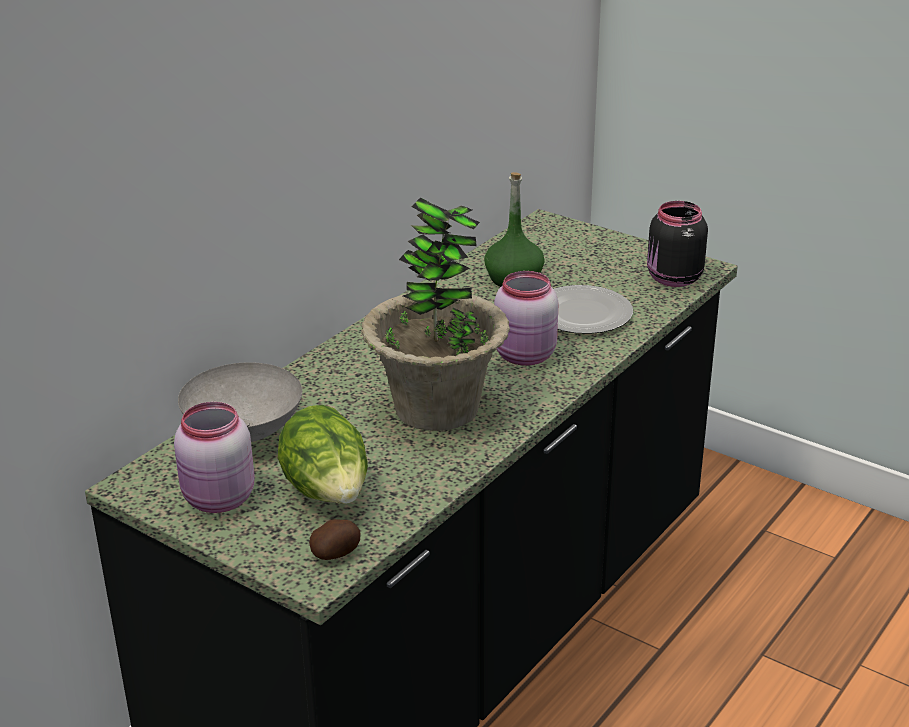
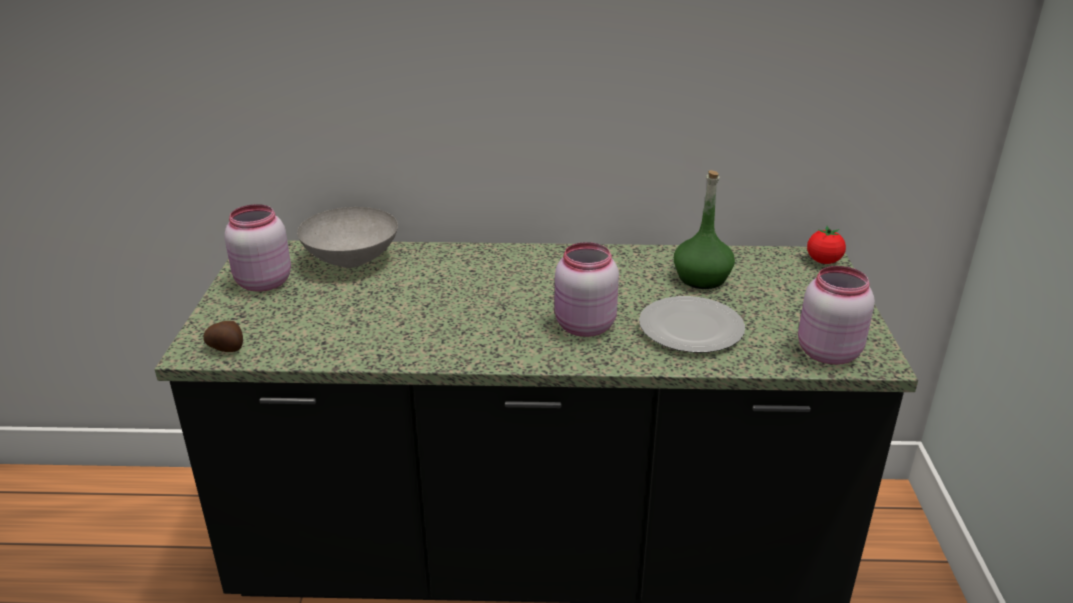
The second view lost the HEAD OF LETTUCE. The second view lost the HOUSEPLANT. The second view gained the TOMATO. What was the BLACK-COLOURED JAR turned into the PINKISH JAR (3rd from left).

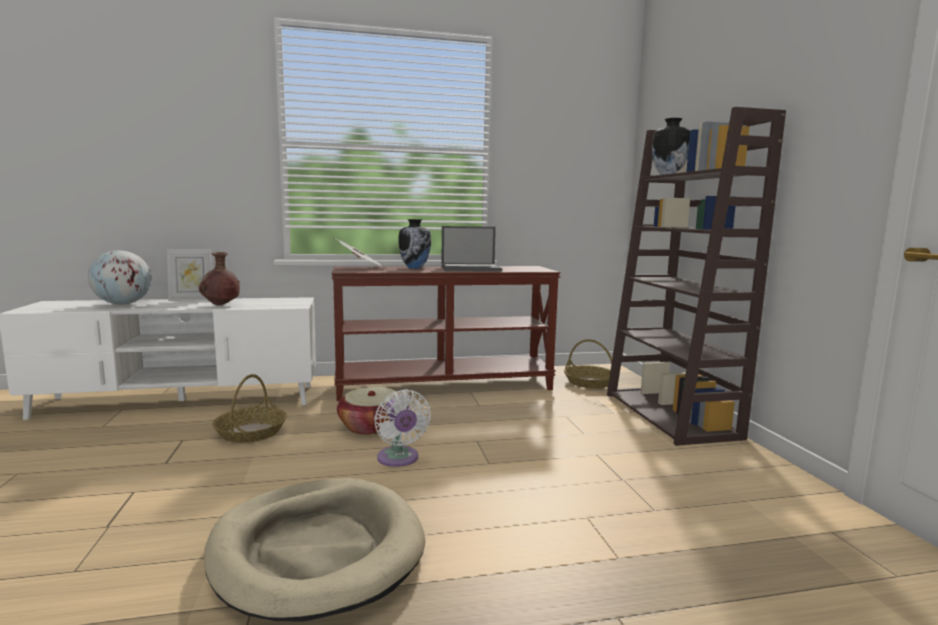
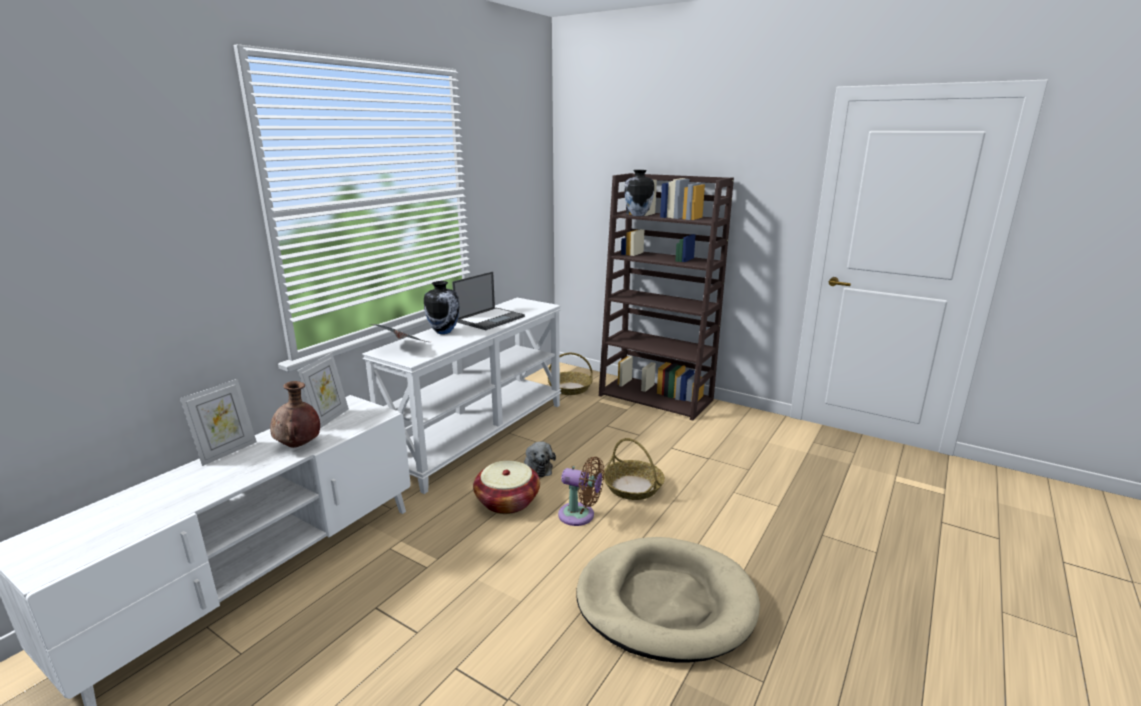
The second view lost the WORLD GLOBE. The second view gained the PHOTO FRAME (2nd from left). The second view gained the PLUSH TOY. The STORAGE BASKET (1st from left in the first image) ended up elsewhere. What was the BROWN HALL TABLE turned into the WHITE HALL TABLE. What was the WHITE COOLING FAN turned into the BROWN COOLING FAN.

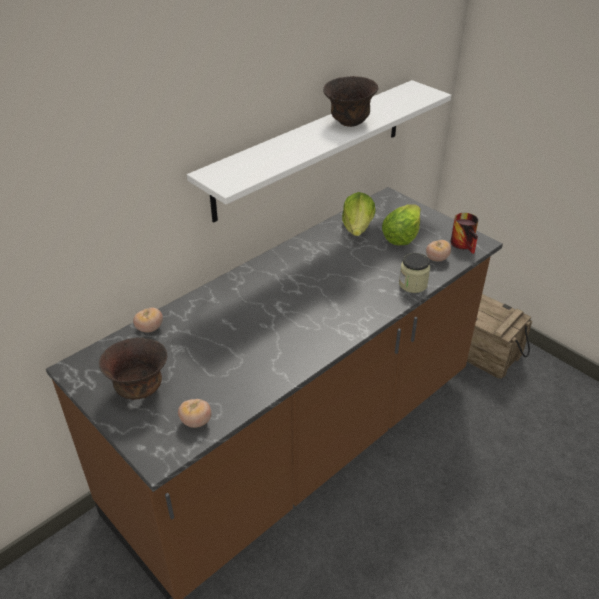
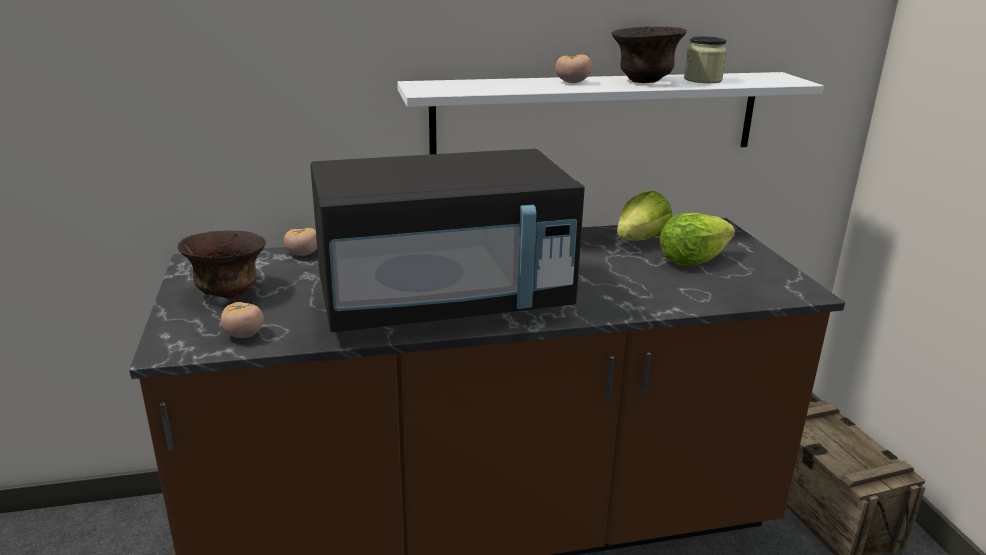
The second view lost the COFFEE MUG. The second view gained the BLACK-COLOURED MICROWAVE OVEN. The JAR ended up elsewhere. The TOMATO (3rd from left) ended up elsewhere.

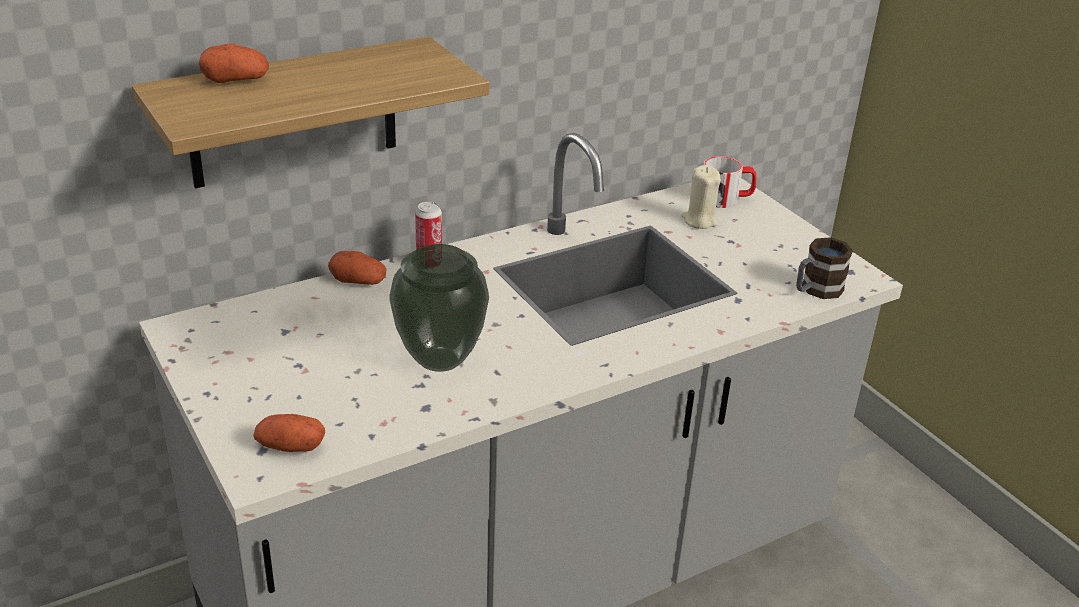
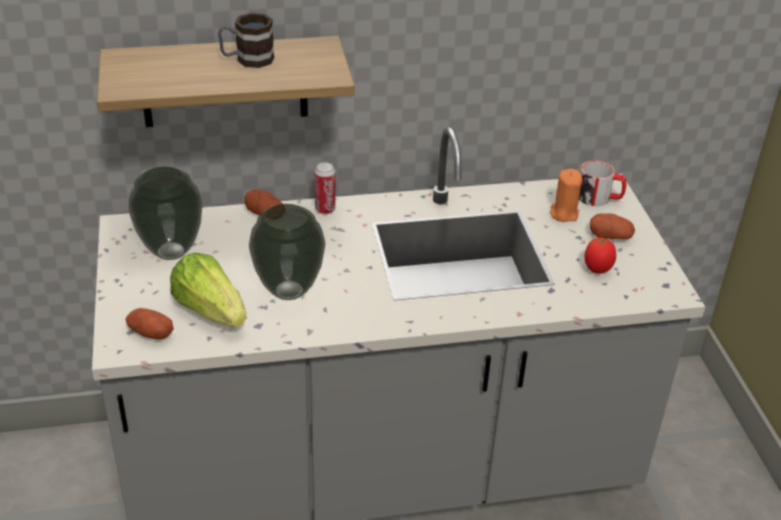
The second view gained the DECORATIVE VASE (1st from left). The second view gained the HEAD OF LETTUCE. The second view gained the TOMATO. The WHOLE POTATO (1st from left in the first image) ended up elsewhere. The COFFEE MUG (2nd from left in the first image) ended up elsewhere. What was the SAND-COLOURED CANDLE turned into the ORANGEY CANDLE.

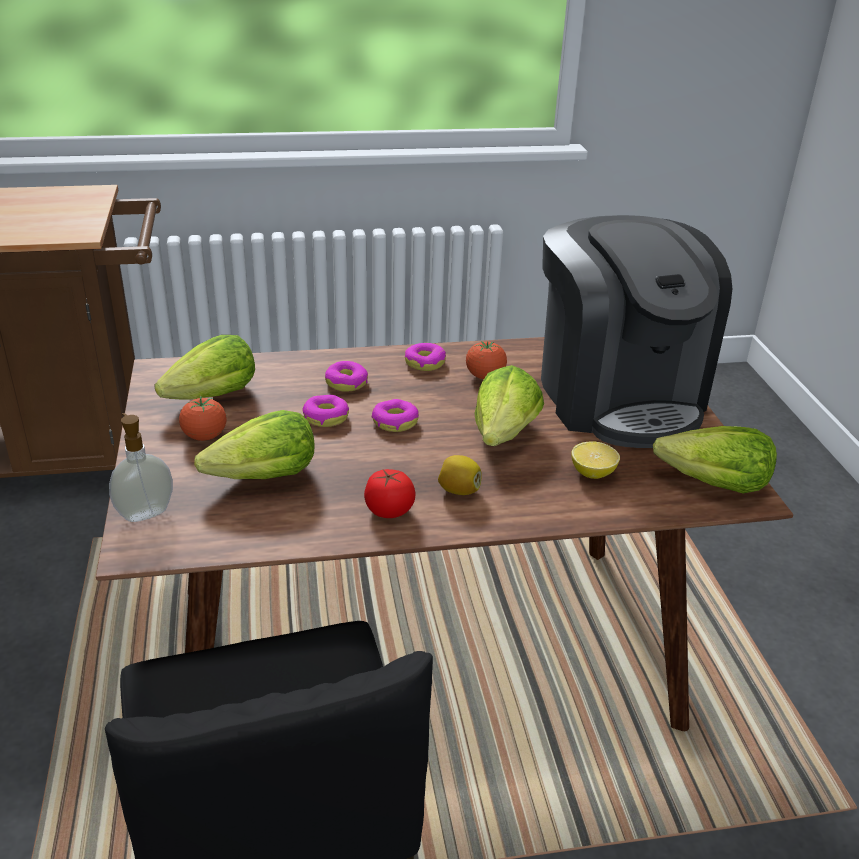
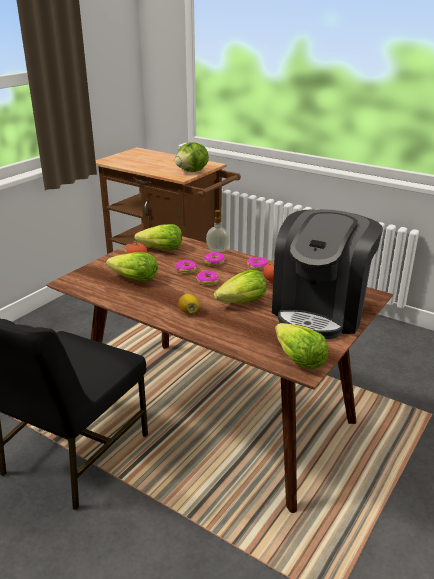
The second view lost the TOMATO (2nd from left). The second view lost the LEMON (2nd from left). The second view gained the HEAD OF LETTUCE (3rd from left). The LIQUID SOAP BOTTLE ended up elsewhere.

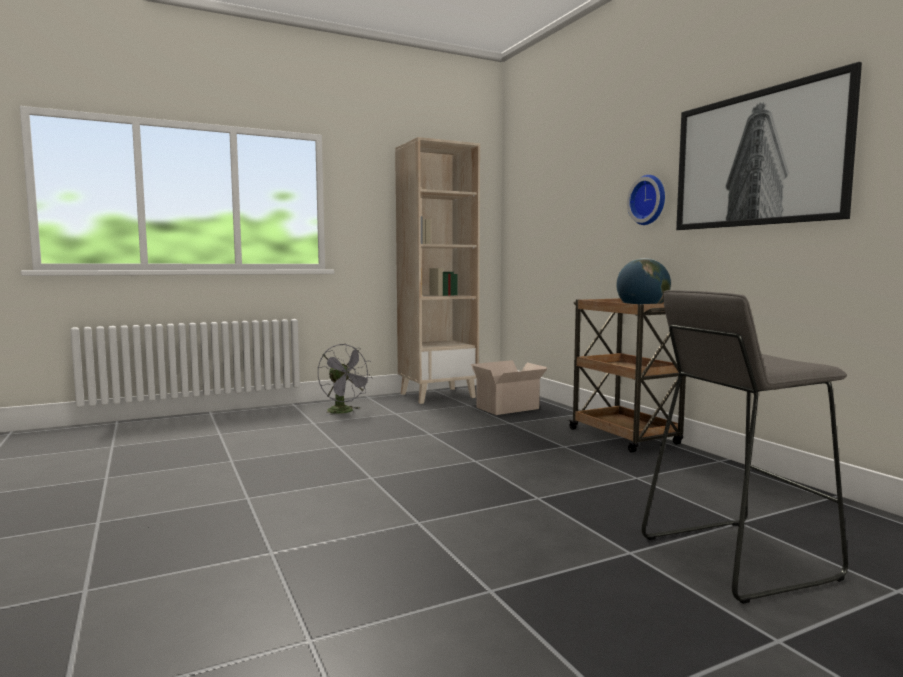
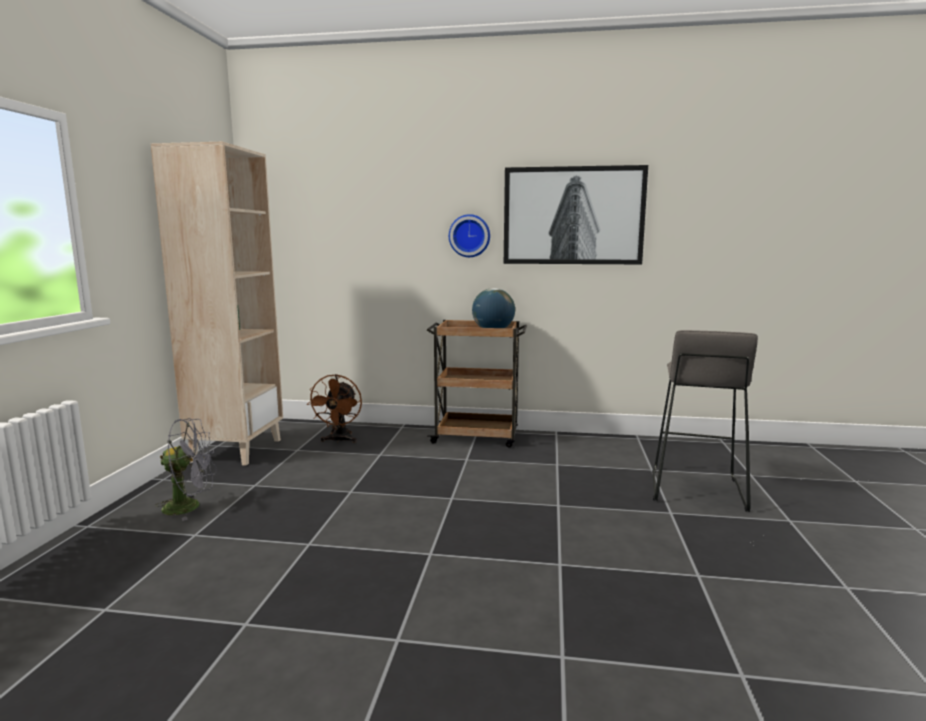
Where the PACKING BOX stood, the BROWN COOLING FAN came to stand.

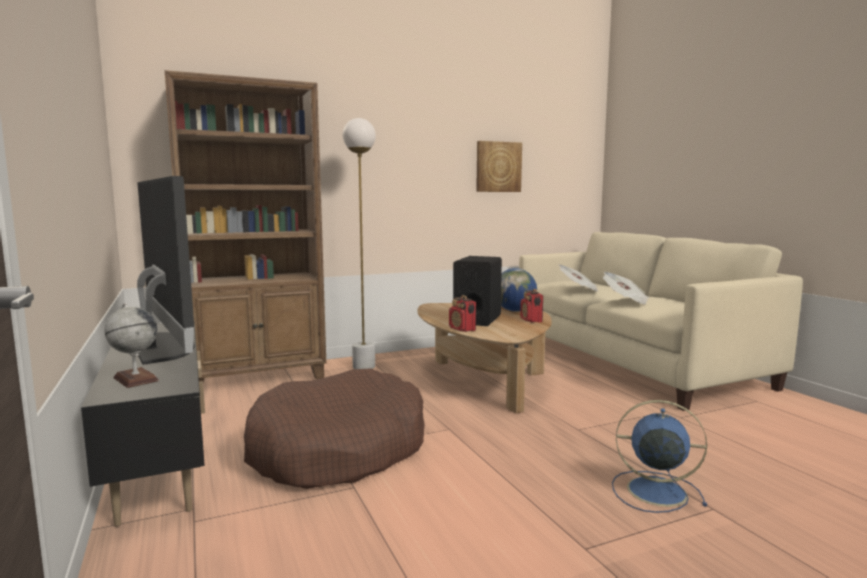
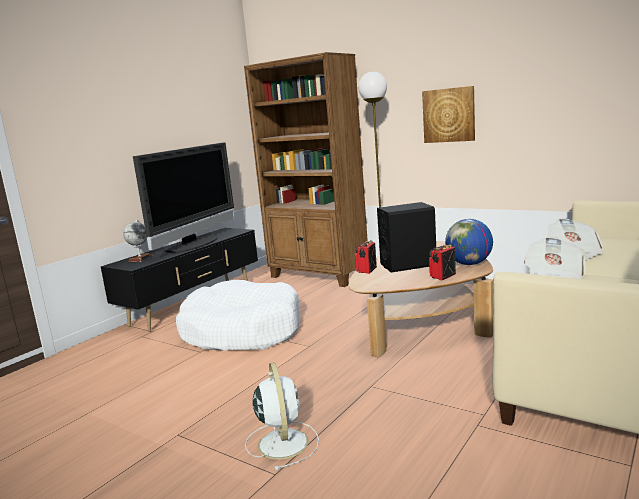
The WALL PICTURE ended up elsewhere. What was the BROWN DOG BED turned into the WHITE DOG BED. What was the BLUE-COLOURED COOLING FAN turned into the WHITE COOLING FAN.

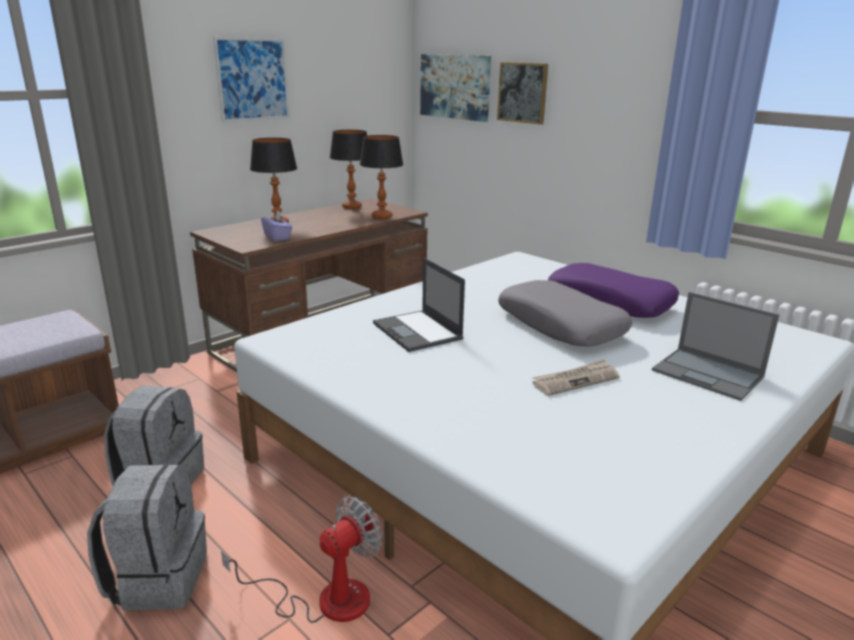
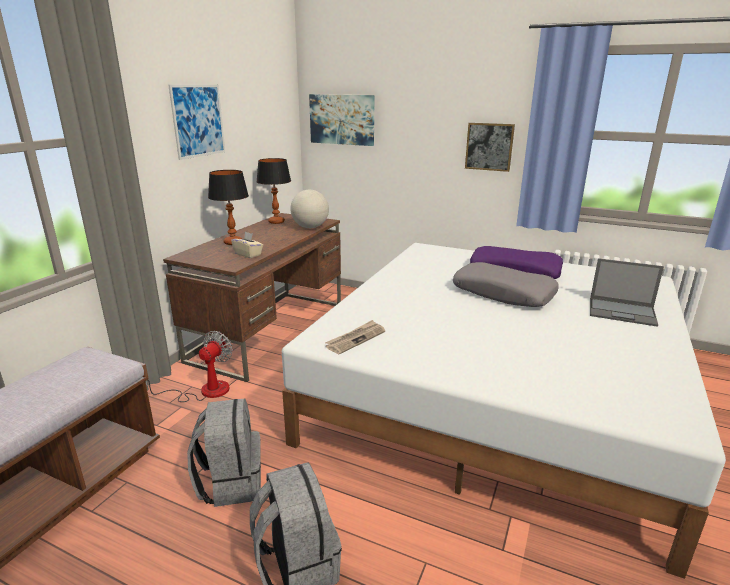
The second view lost the PORTABLE COMPUTER (1st from left). The COOLING FAN ended up elsewhere. The WALL PICTURE (3rd from left) ended up elsewhere. The PRINTED PAPER ended up elsewhere. Where the LAMP FOR A TABLE (3rd from left) stood, the WORLD GLOBE came to stand. What was the PURPLE-COLOURED TISSUE BOX turned into the SAND-COLOURED TISSUE BOX.

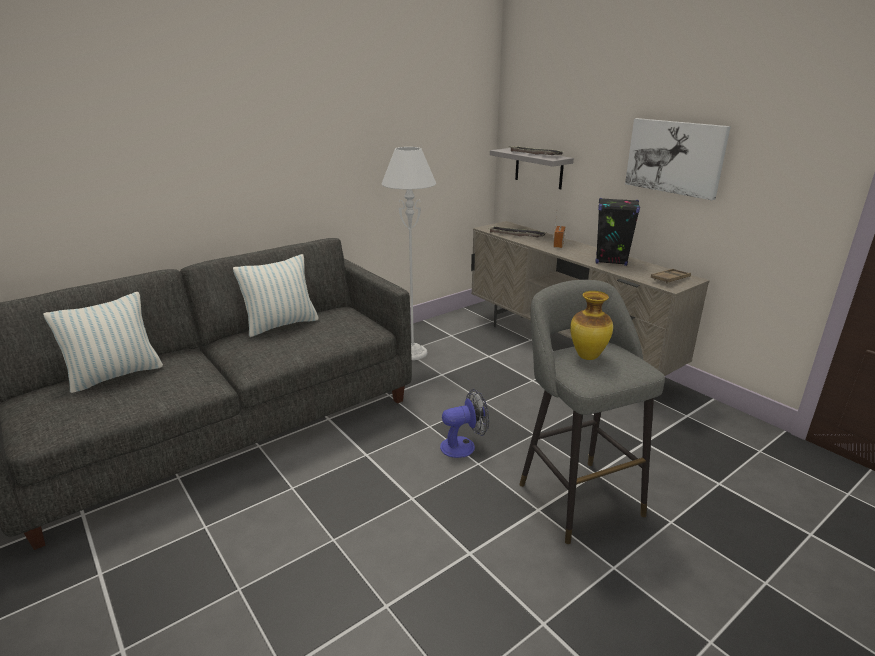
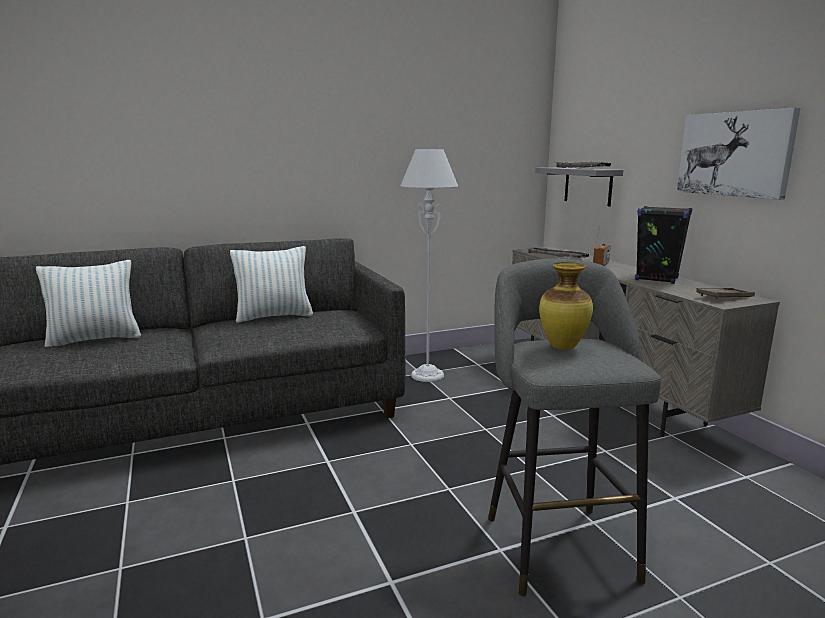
The second view lost the COOLING FAN.

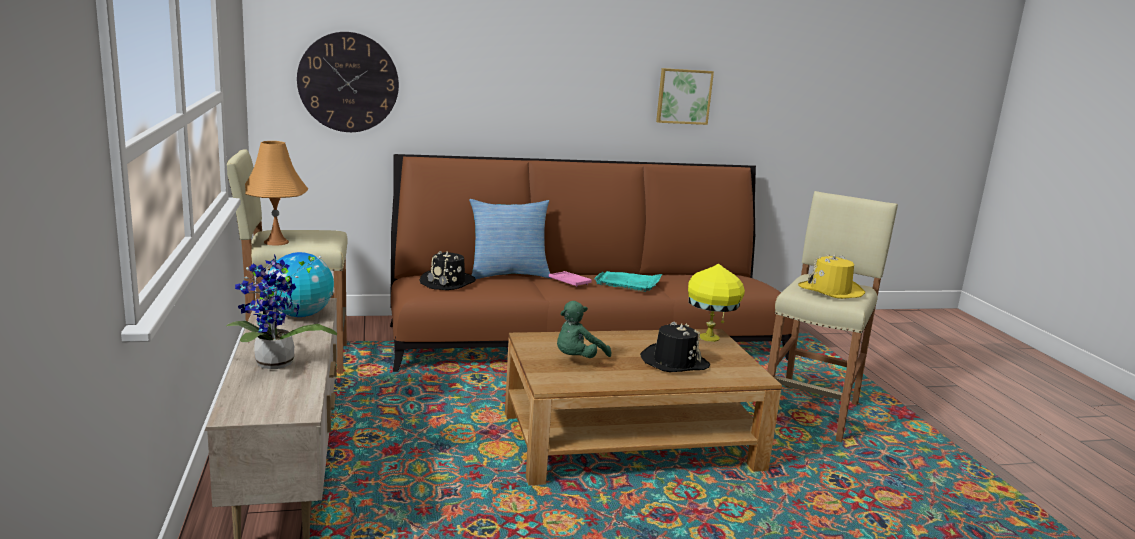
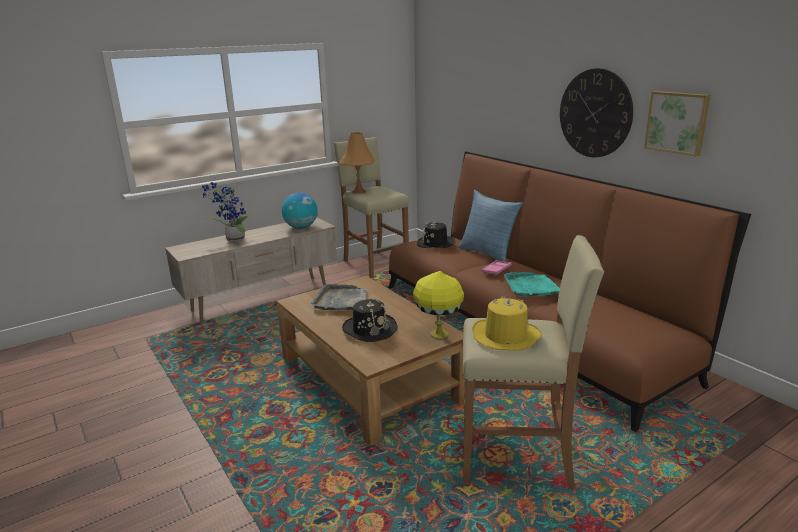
The HANGING CLOCK ended up elsewhere. Where the GREEN PLUSH TOY stood, the GREYISH SERVING TRAY came to stand.

